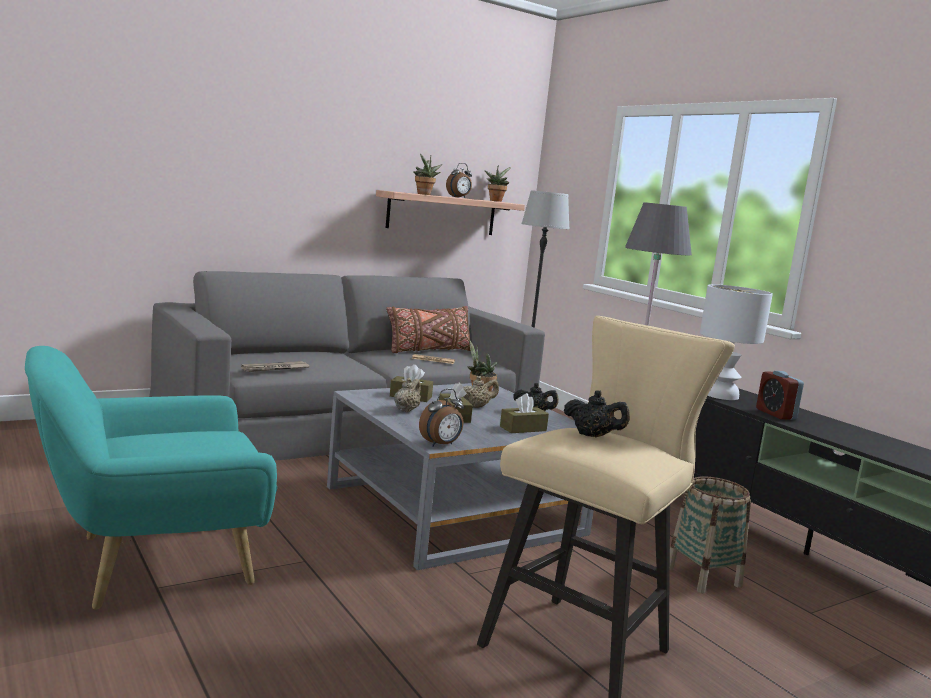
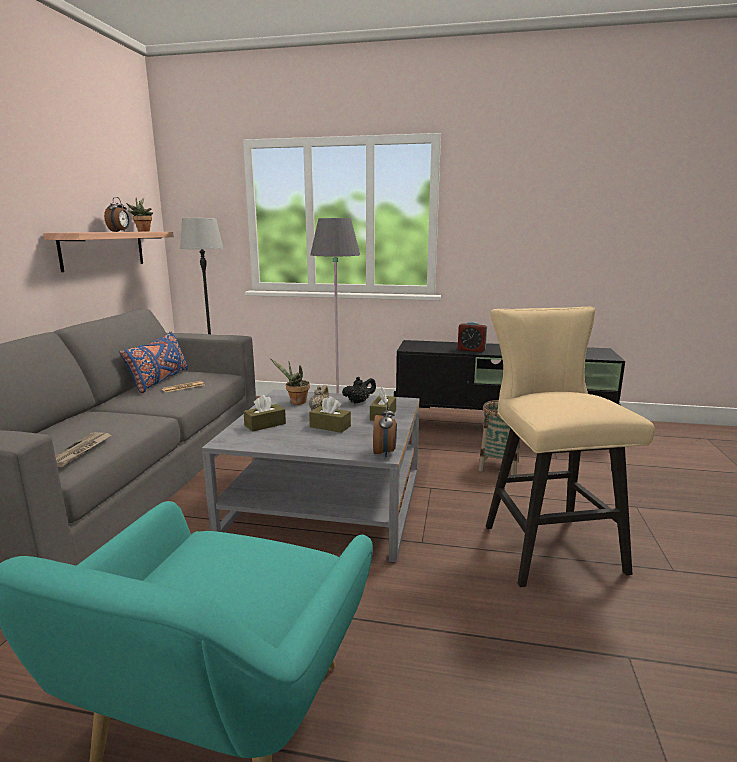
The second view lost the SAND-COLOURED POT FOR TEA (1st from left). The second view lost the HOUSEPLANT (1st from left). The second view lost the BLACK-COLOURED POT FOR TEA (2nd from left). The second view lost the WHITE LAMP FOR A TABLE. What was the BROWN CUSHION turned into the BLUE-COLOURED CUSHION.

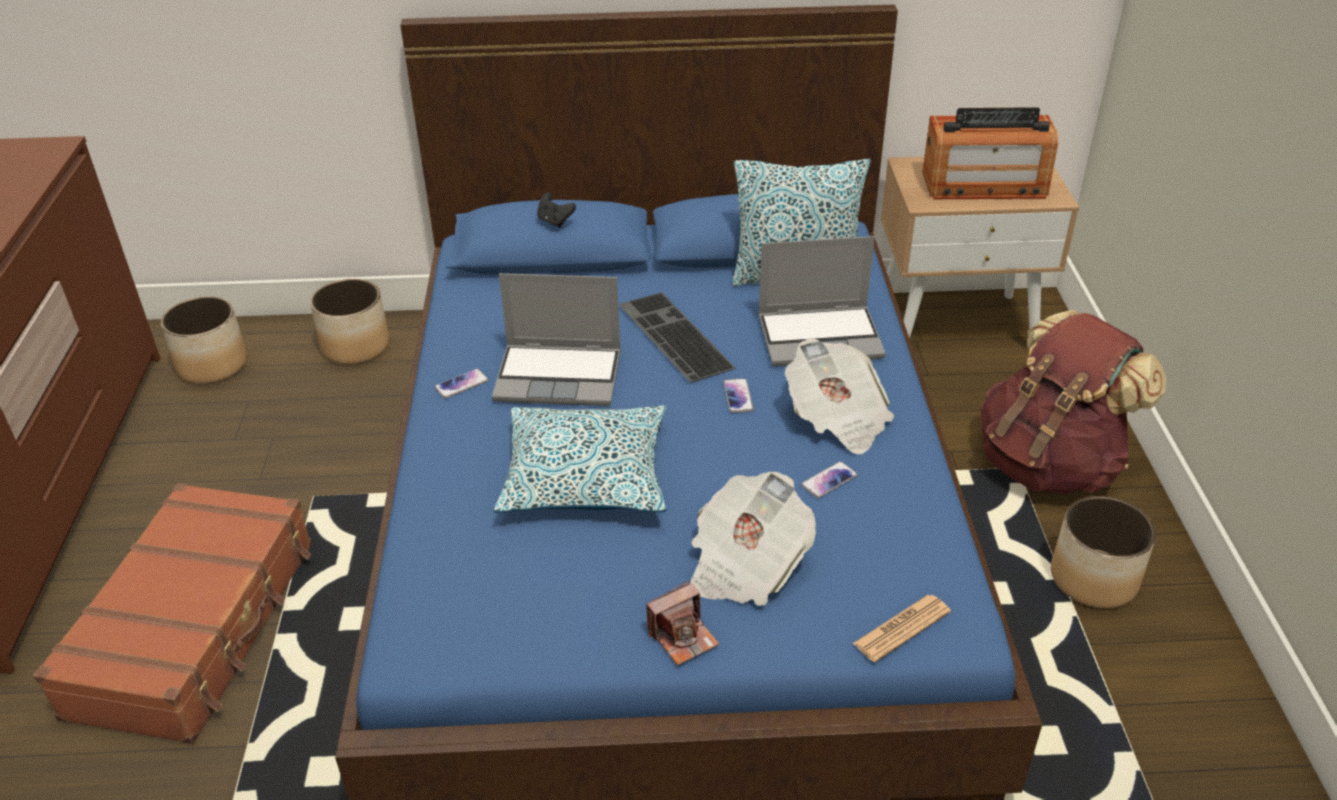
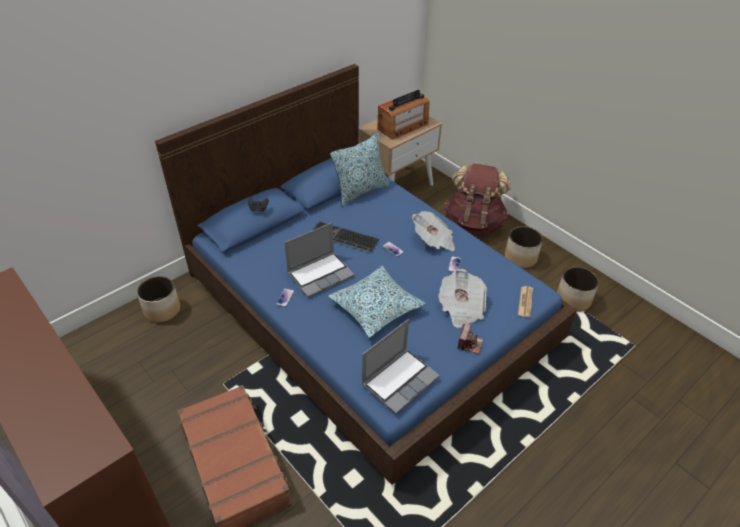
The FLOWER POT (1st from left in the first image) ended up elsewhere. The PORTABLE COMPUTER (2nd from left) ended up elsewhere.

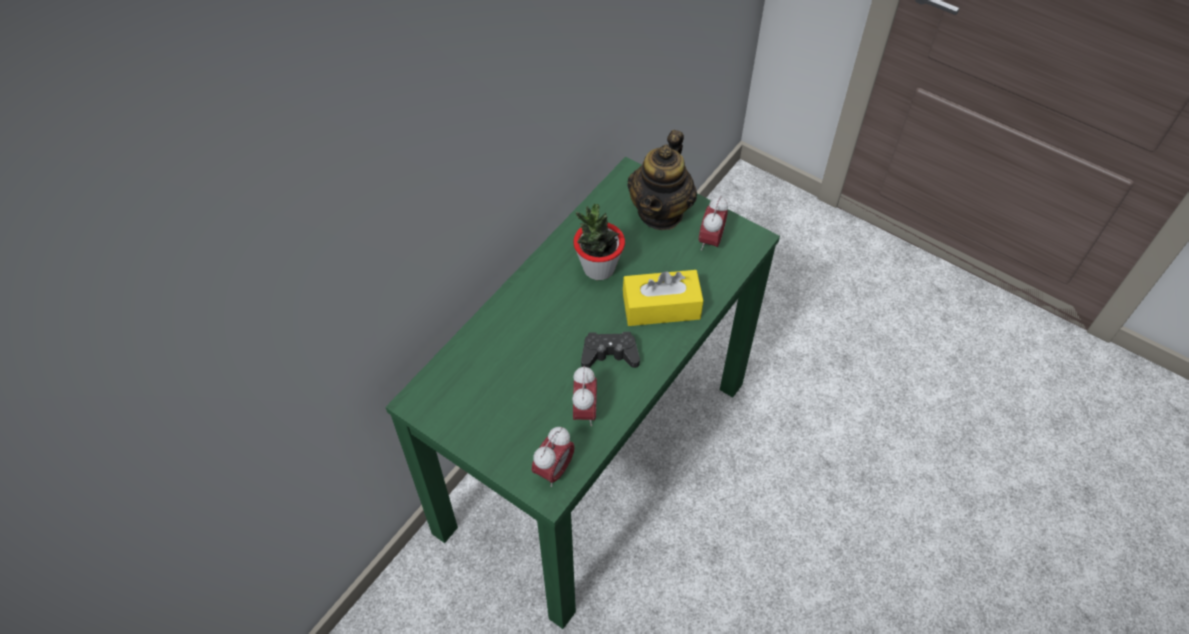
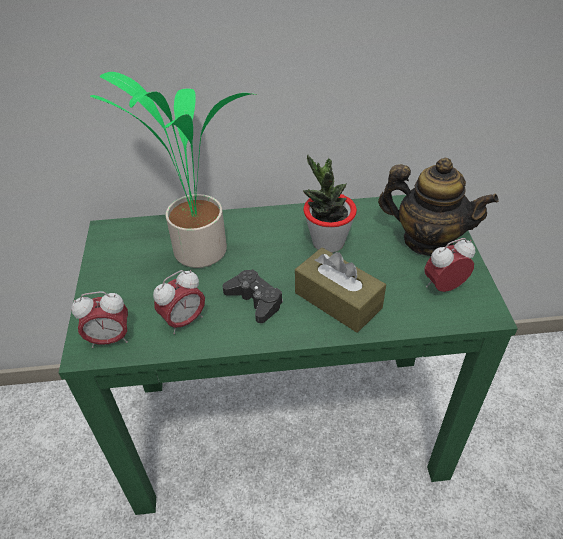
The second view gained the HOUSEPLANT (1st from left). What was the YELLOWISH TISSUE BOX turned into the BROWN TISSUE BOX. The POT FOR TEA ended up facing another way, 135 degrees counterclockwise from before.

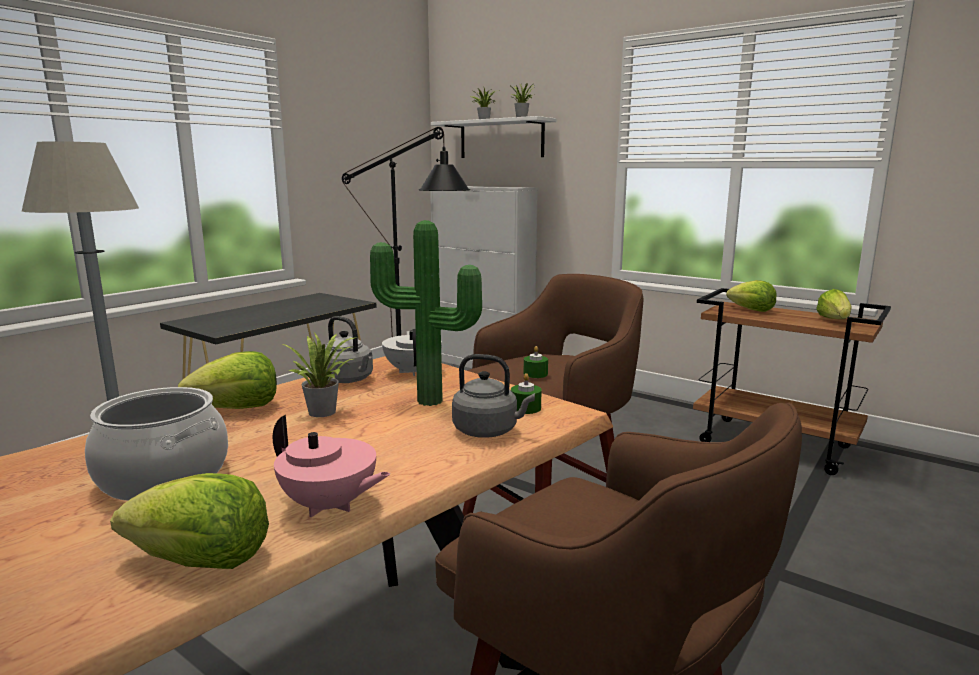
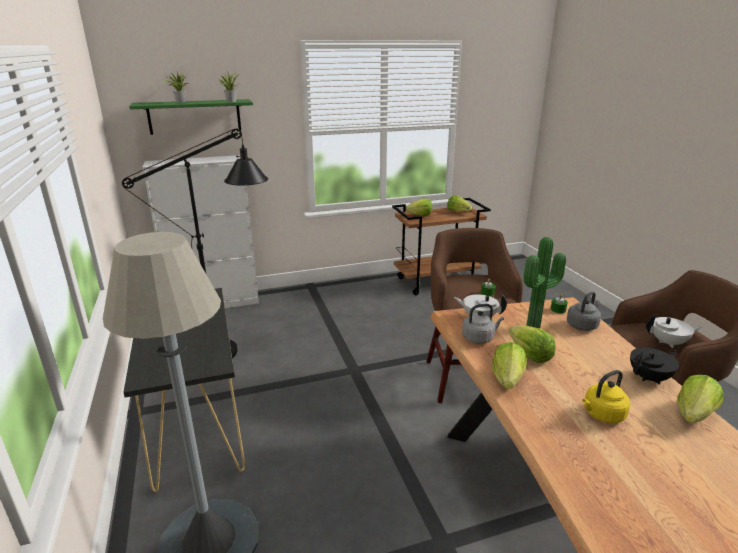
The second view gained the WHITE POT FOR TEA (2nd from left). Where the COOKING POT stood, the YELLOWISH TEA KETTLE came to stand. Where the HOUSEPLANT (1st from left) stood, the HEAD OF LETTUCE (4th from left) came to stand. What was the PINKISH POT FOR TEA turned into the BLACK-COLOURED POT FOR TEA. What was the WHITE BRACKET SHELF turned into the GREEN BRACKET SHELF.

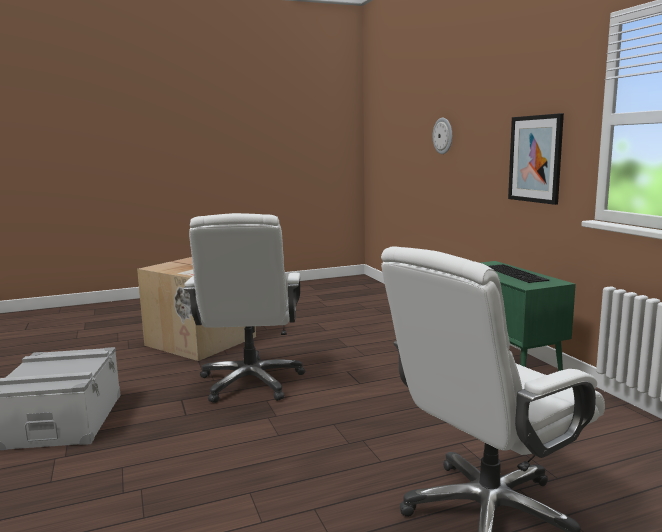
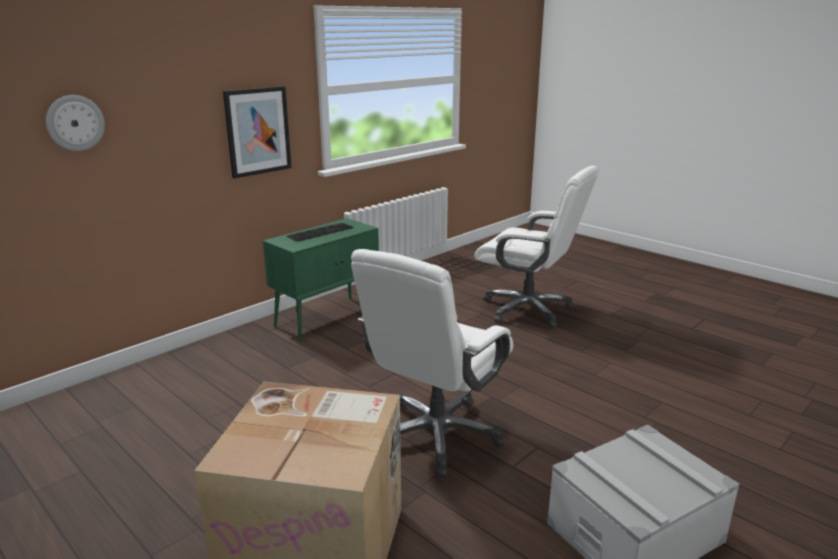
The WHITE DESK CHAIR (1st from left) ended up facing another way, 150 degrees clockwise from before.

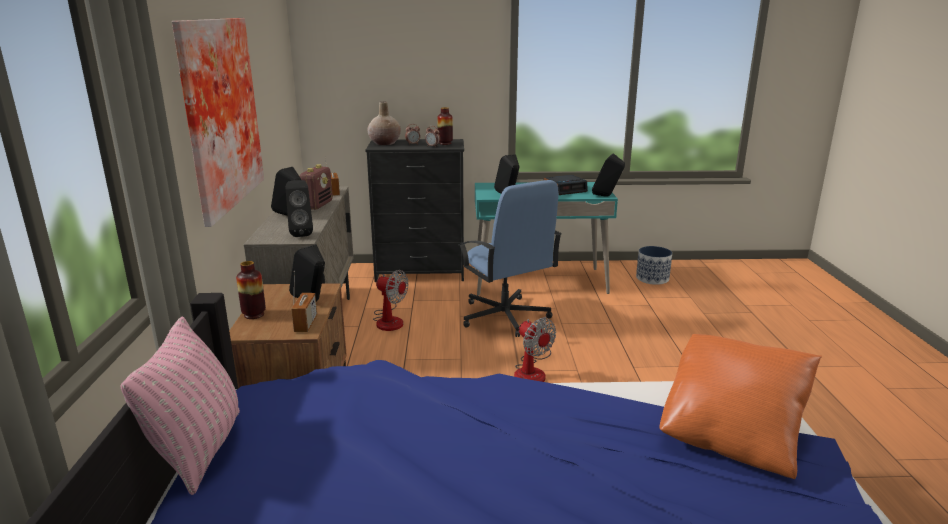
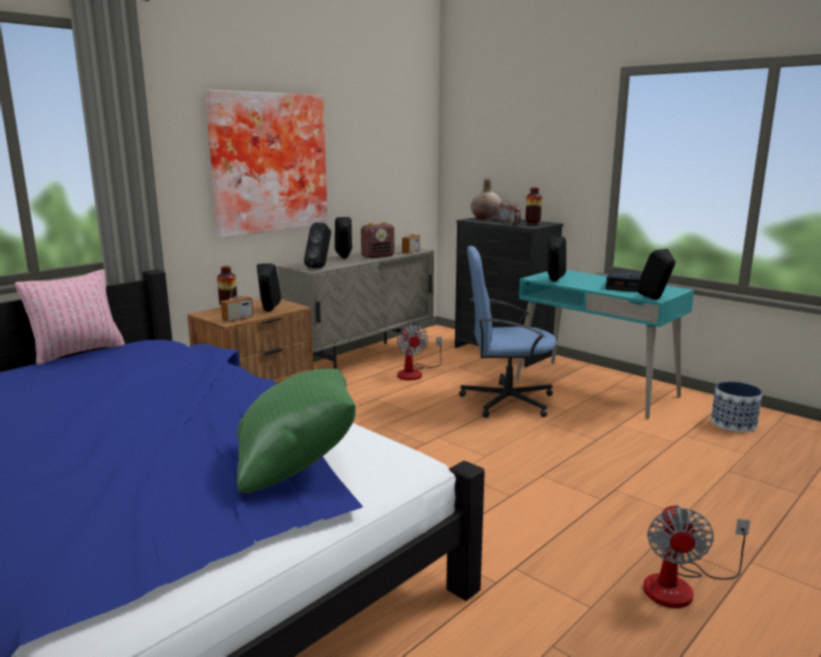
The COOLING FAN (2nd from left) ended up elsewhere. What was the ORANGEY CUSHION turned into the GREEN CUSHION. The BLUE-COLOURED DESK CHAIR ended up facing another way, 75 degrees clockwise from before.

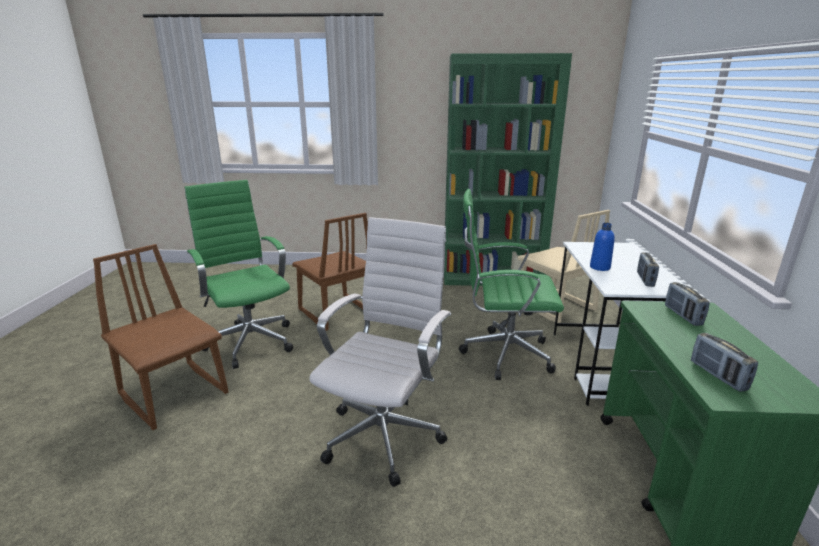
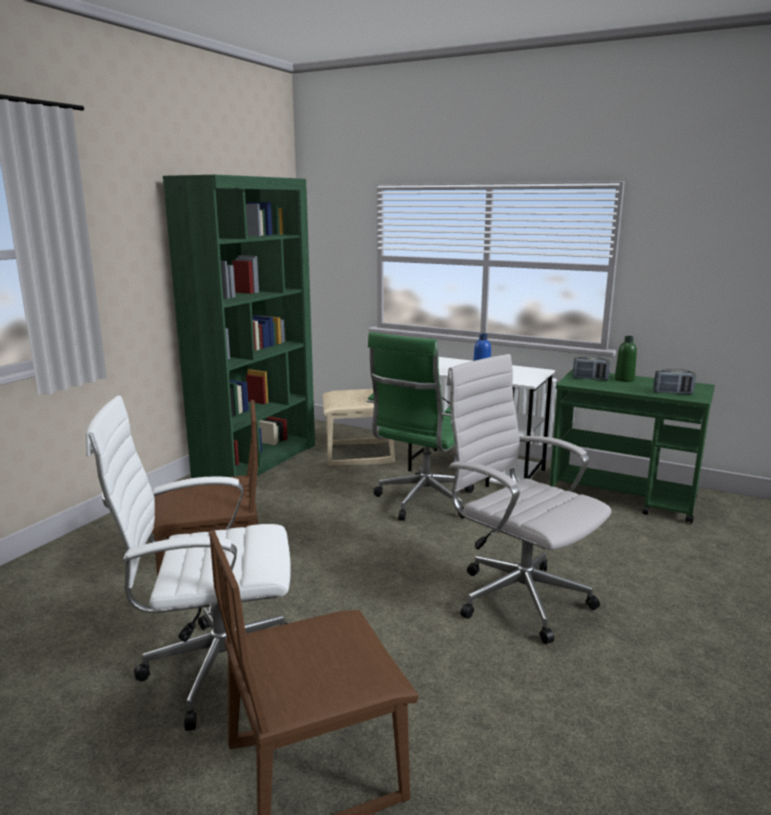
The second view lost the RADIO SET (1st from left). The second view gained the GREEN DRINK BOTTLE. What was the GREEN DESK CHAIR (1st from left) turned into the WHITE DESK CHAIR (1st from left).

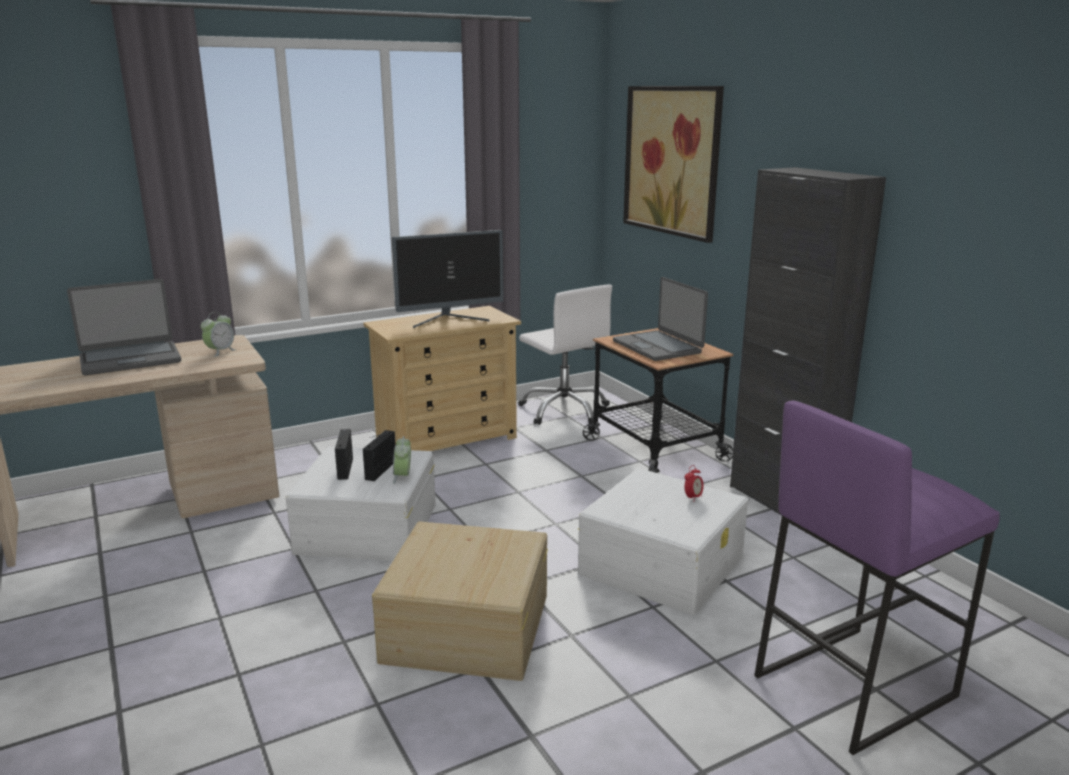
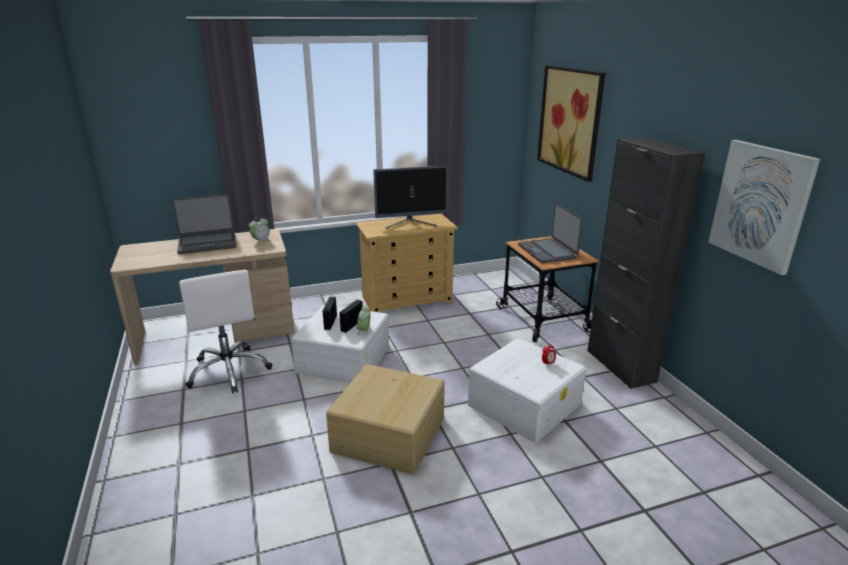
The second view lost the PURPLE-COLOURED STOOL SEAT. The second view gained the WALL PICTURE (2nd from left). The WHITE DESK CHAIR ended up elsewhere.

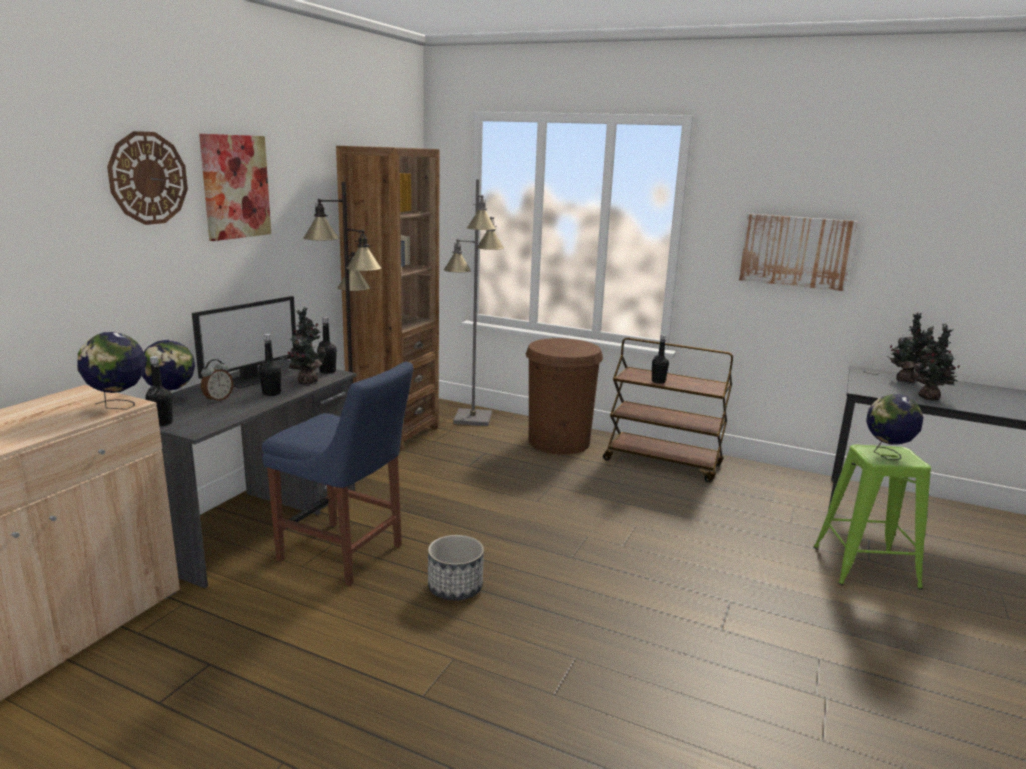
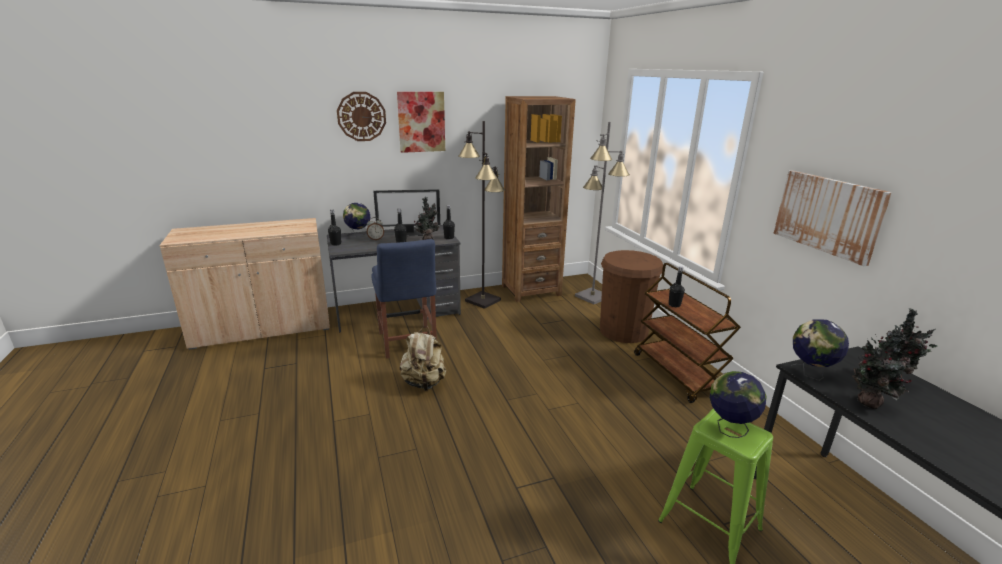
The WORLD GLOBE (1st from left in the first image) ended up elsewhere. Where the FLOWER POT stood, the SAND-COLOURED RUCKSACK came to stand.

